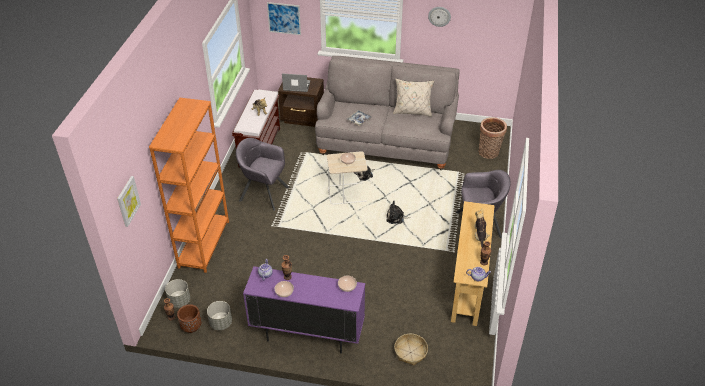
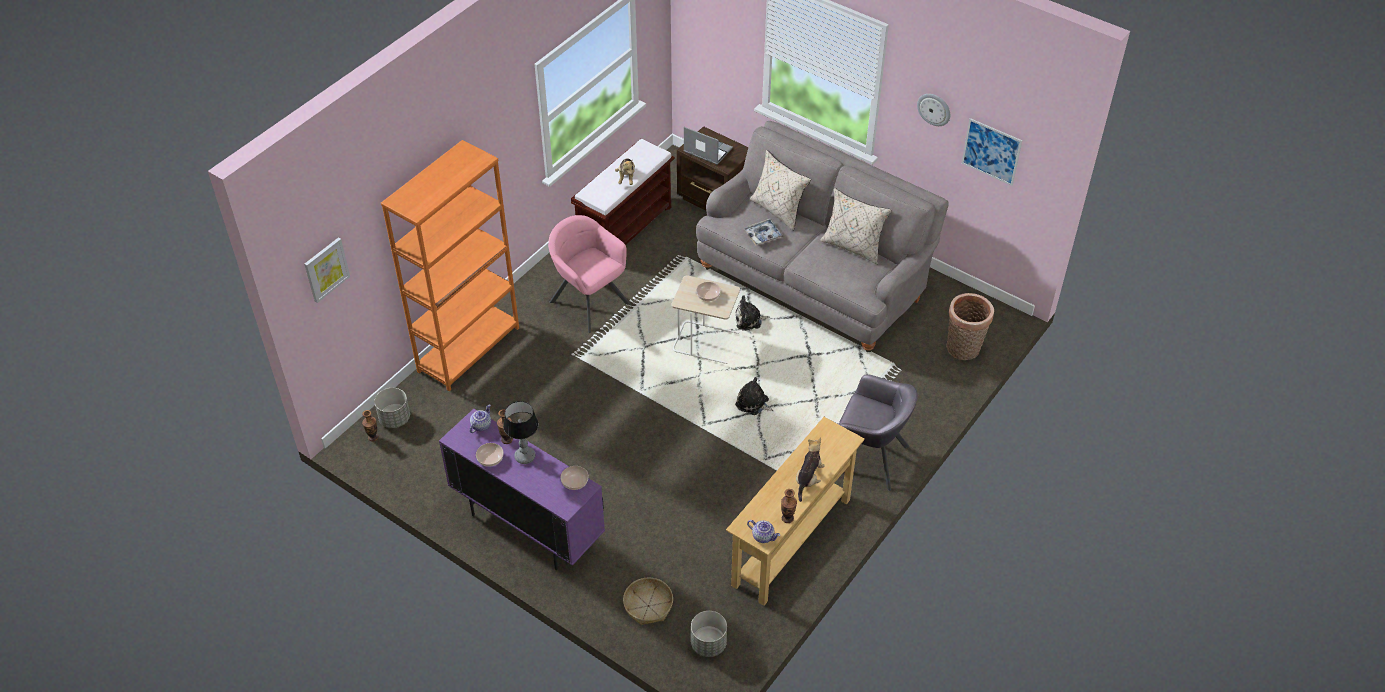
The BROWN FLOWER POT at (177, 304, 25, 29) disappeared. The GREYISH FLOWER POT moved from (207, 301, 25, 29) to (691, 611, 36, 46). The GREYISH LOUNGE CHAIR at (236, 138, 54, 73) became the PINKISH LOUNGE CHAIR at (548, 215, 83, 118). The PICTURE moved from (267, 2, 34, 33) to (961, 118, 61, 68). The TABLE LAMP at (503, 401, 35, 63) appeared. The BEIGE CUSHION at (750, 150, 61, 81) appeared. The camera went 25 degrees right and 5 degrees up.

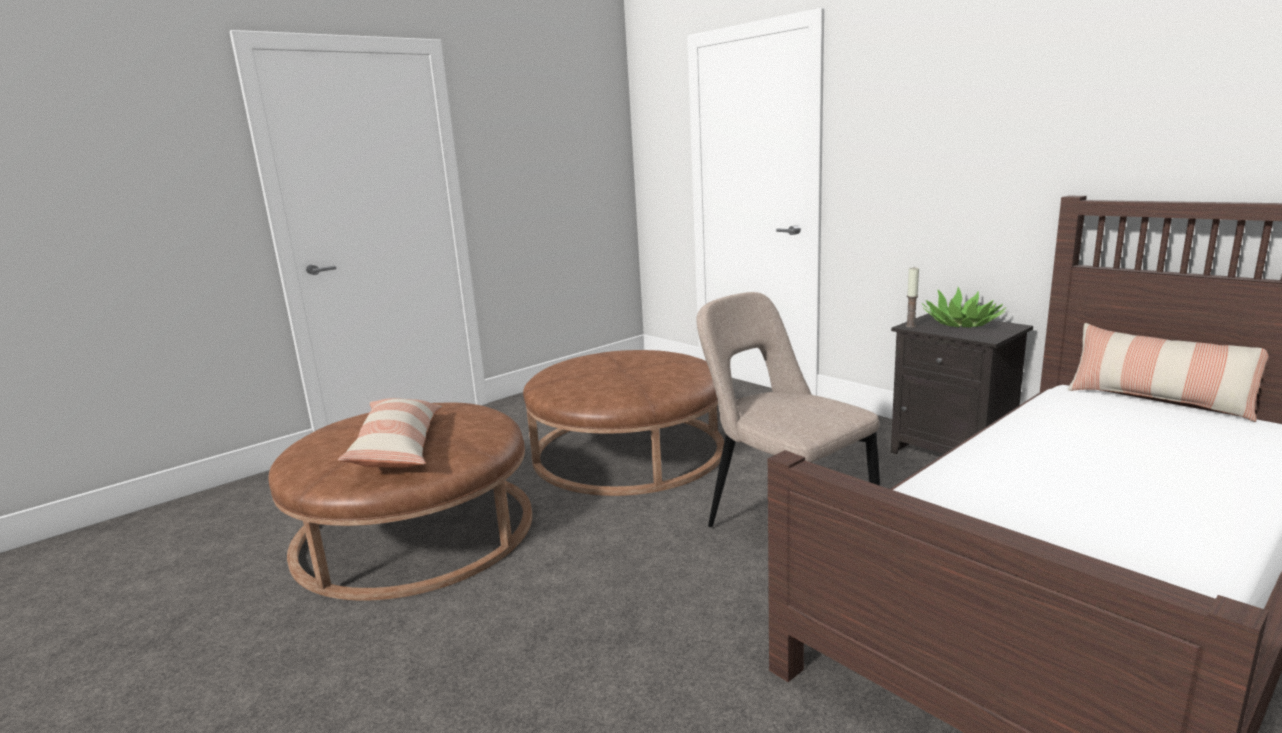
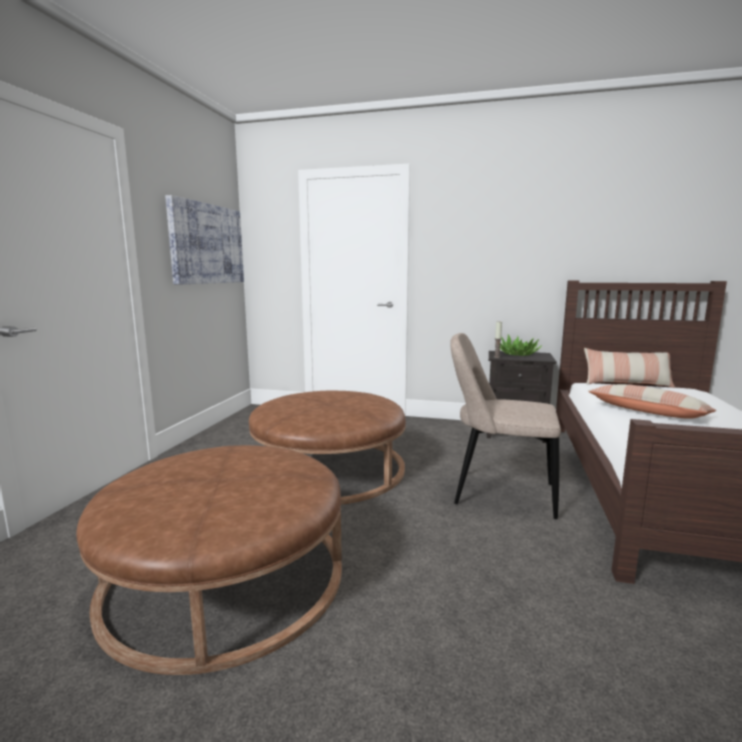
The CUSHION moved from (338, 398, 104, 70) to (588, 384, 128, 35). The PICTURE at (165, 195, 79, 89) appeared. The camera went 35 degrees left and 5 degrees down.

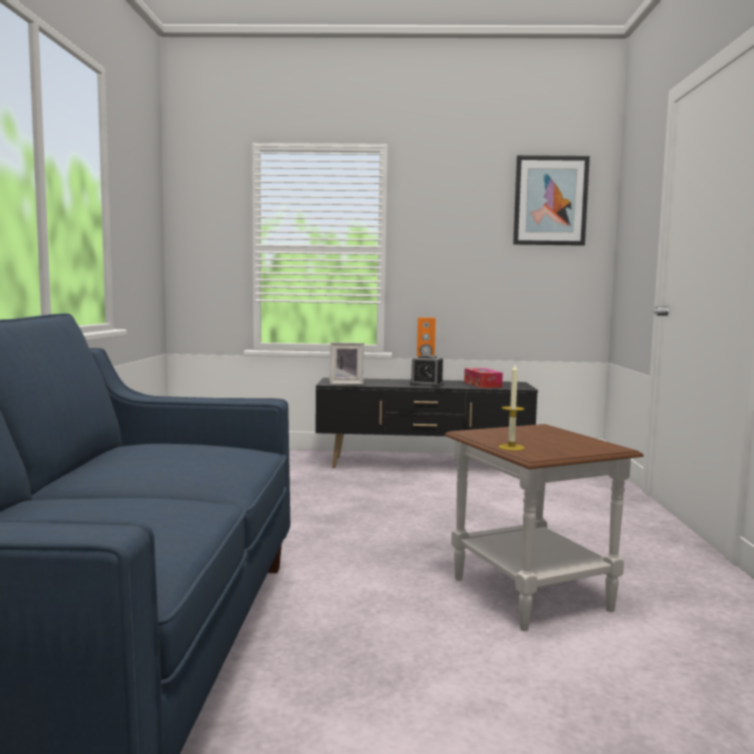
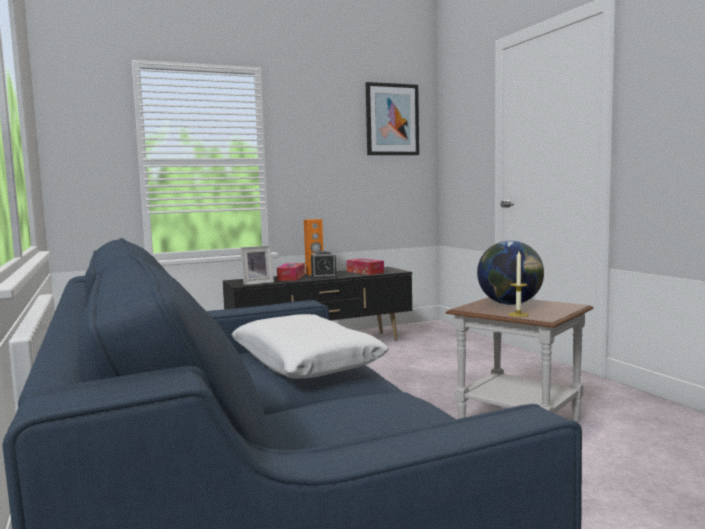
The WHITISH CUSHION at (232, 314, 157, 65) appeared. The TISSUE BOX at (277, 263, 28, 18) appeared. The DESK GLOBE at (477, 241, 67, 64) appeared. The camera went 25 degrees left and 0 degrees up.

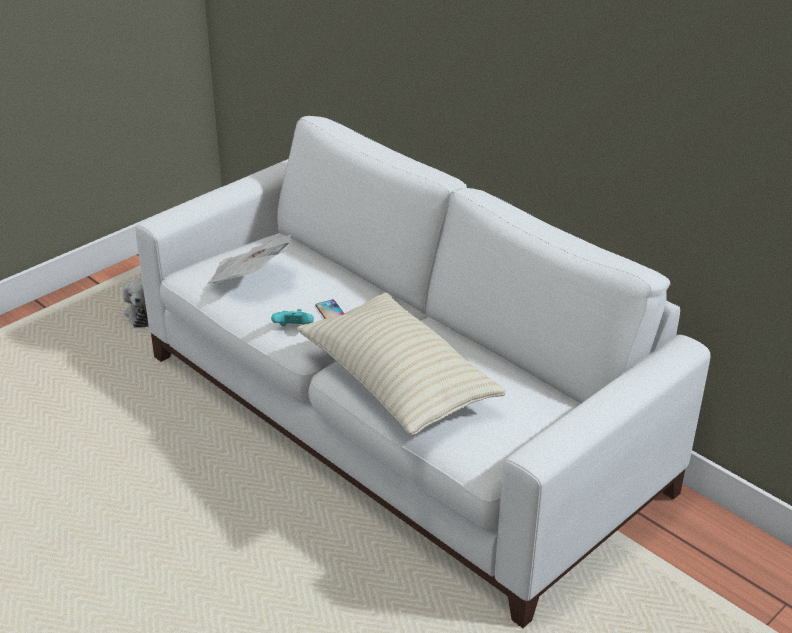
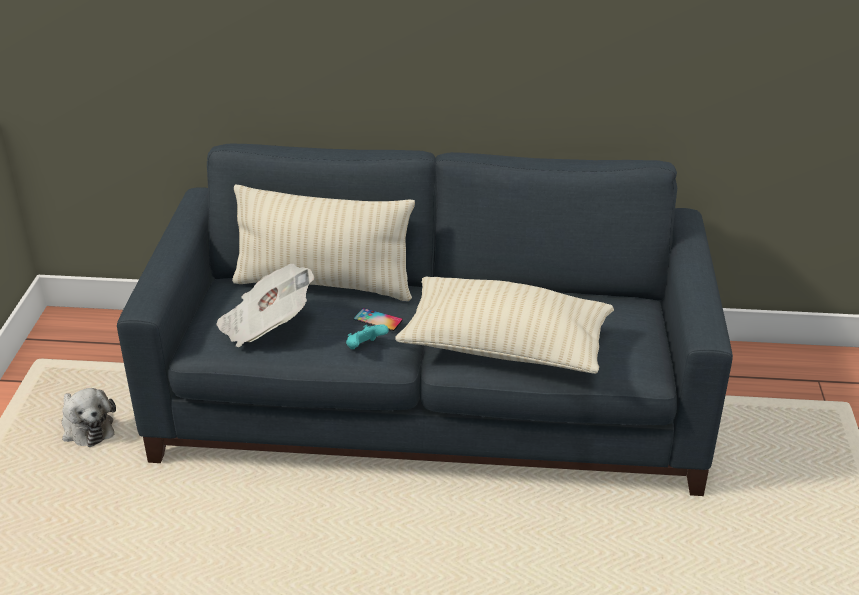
The WHITISH SOFA at (136, 116, 575, 512) became the BLUISH SOFA at (117, 144, 616, 352). The BEIGE CUSHION at (232, 184, 183, 117) appeared. The camera went 40 degrees left and 0 degrees up.

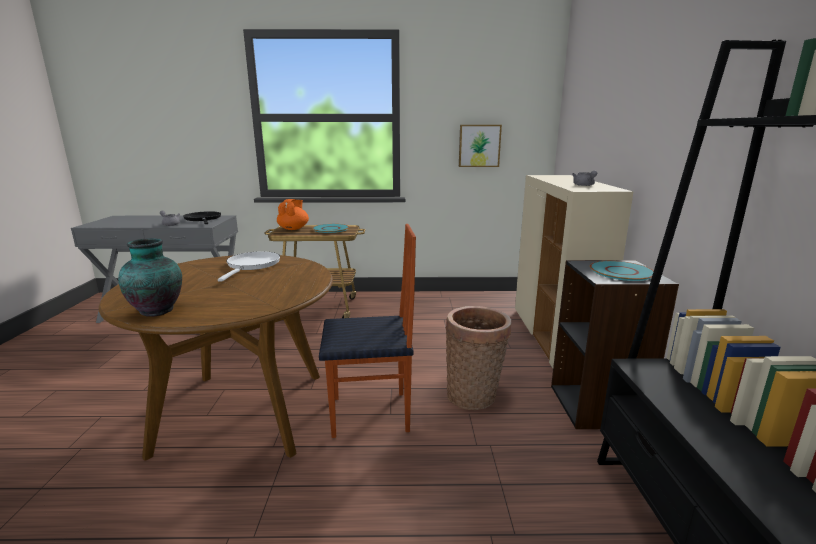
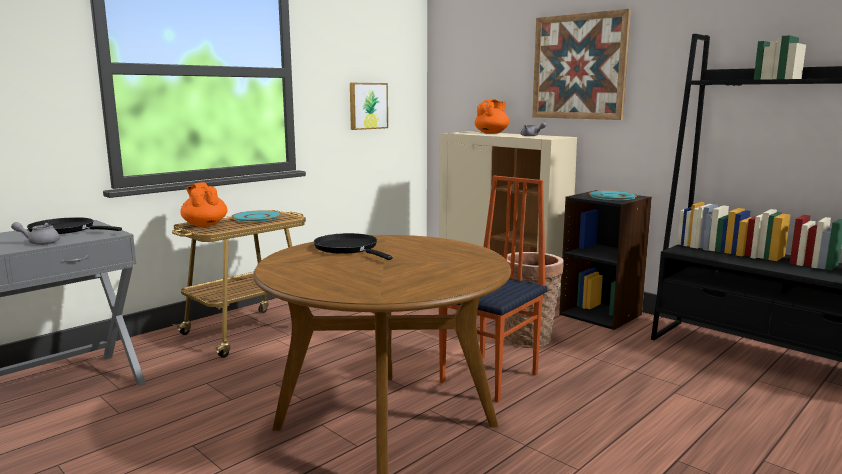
The FLOWER VASE at (118, 238, 64, 79) disappeared. The WHITISH PAN at (218, 251, 62, 31) became the BLACK PAN at (314, 233, 79, 27). The ORANGEY TEAPOT at (475, 99, 34, 35) appeared. The PICTURE at (532, 9, 99, 111) appeared. The camera went 45 degrees left and 5 degrees down.

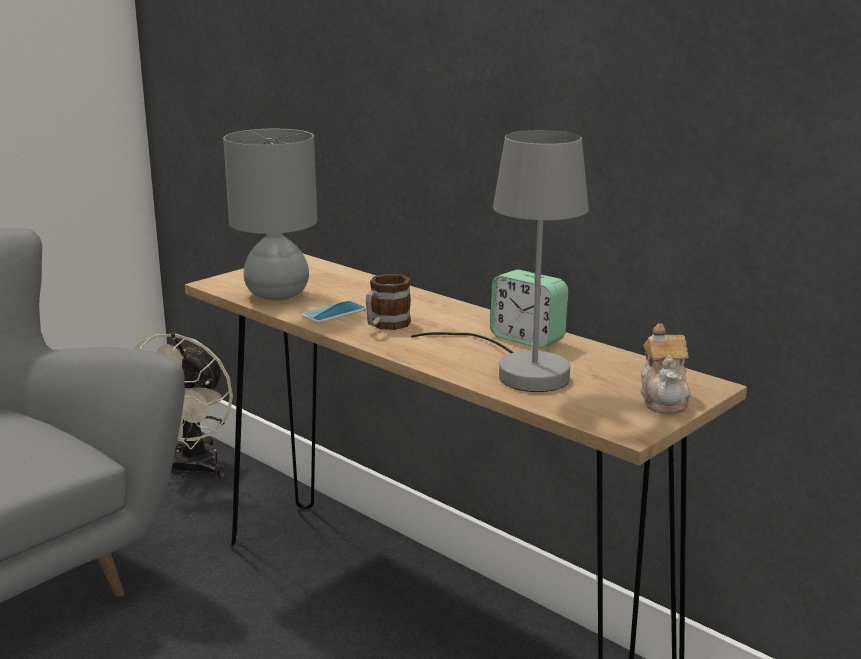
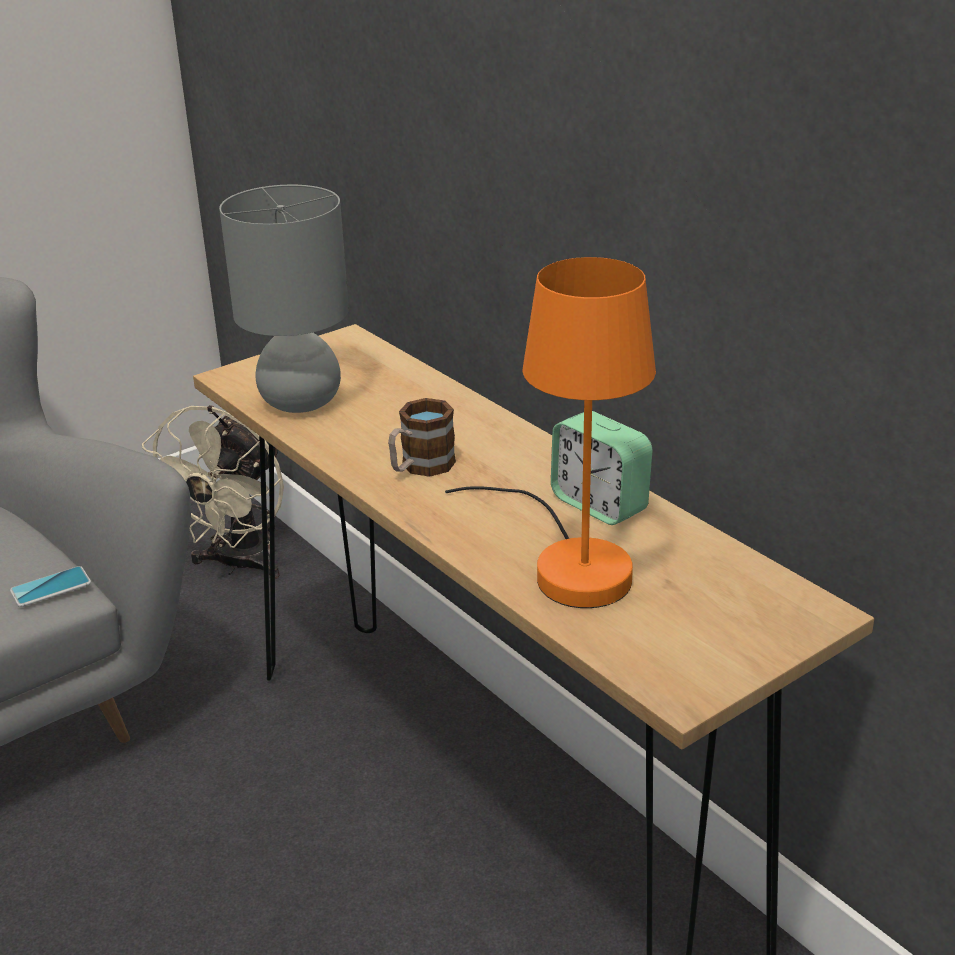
The HANDSET moved from (301, 301, 65, 22) to (10, 566, 81, 41). The GREYISH TABLE LAMP at (411, 130, 178, 262) became the ORANGEY TABLE LAMP at (445, 257, 211, 351). The TEAPOT at (640, 323, 51, 91) disappeared. The camera went 10 degrees right and 10 degrees up.

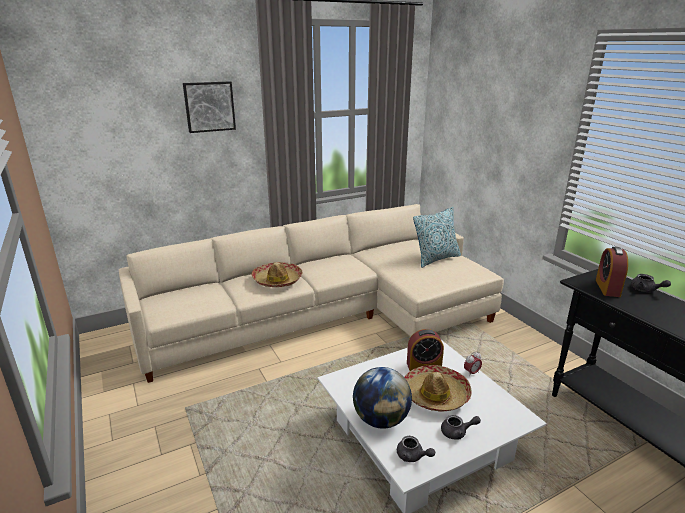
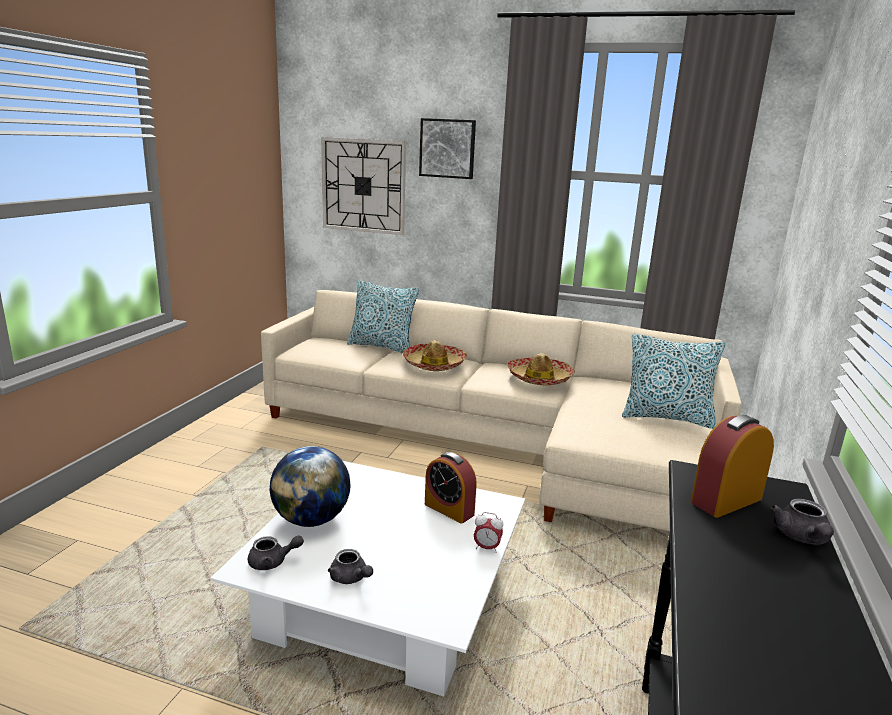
The GREYISH TEAPOT at (397, 436, 38, 26) turned 90 degrees counterclockwise. The CLOTHING HAT moved from (404, 365, 68, 47) to (507, 353, 68, 32). The WALL CLOCK at (321, 137, 85, 98) appeared. The CUSHION at (347, 280, 73, 74) appeared. The camera went 45 degrees right and 5 degrees down.

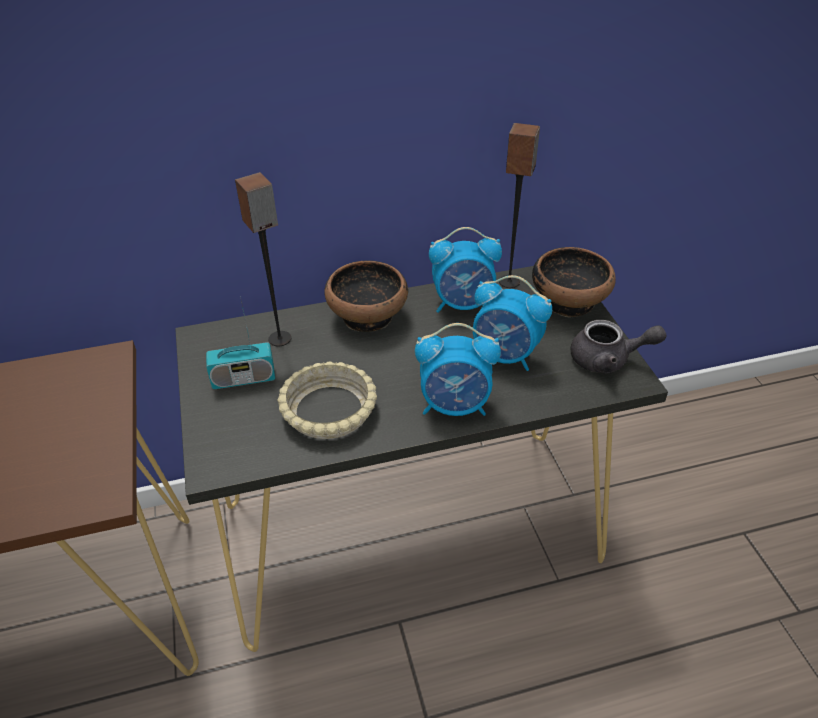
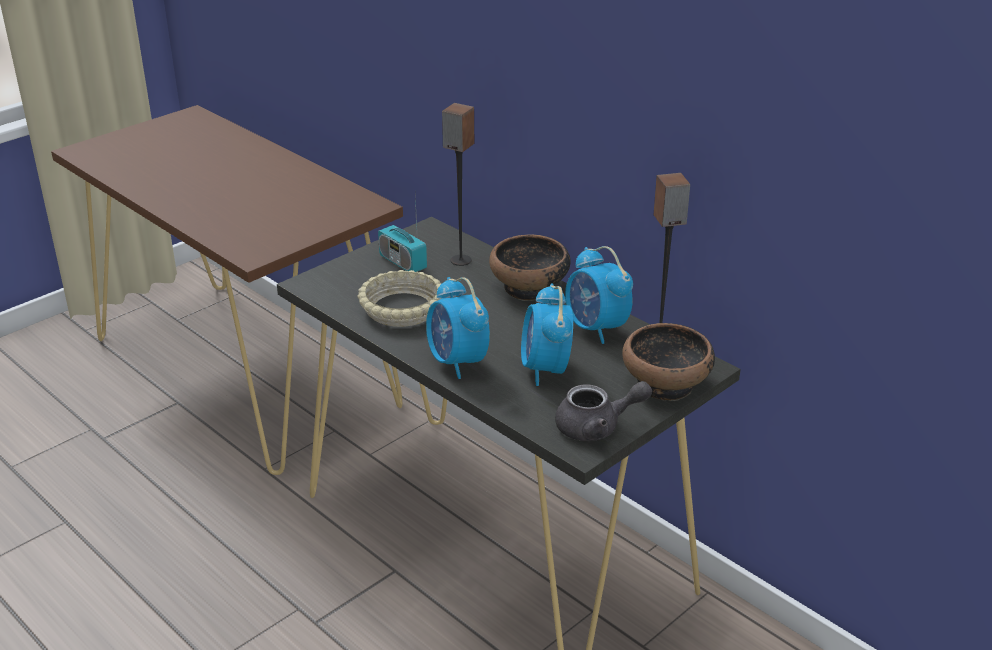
The GREYISH TEAPOT at (570, 320, 97, 53) turned 75 degrees counterclockwise. The camera went 60 degrees right and 10 degrees down.

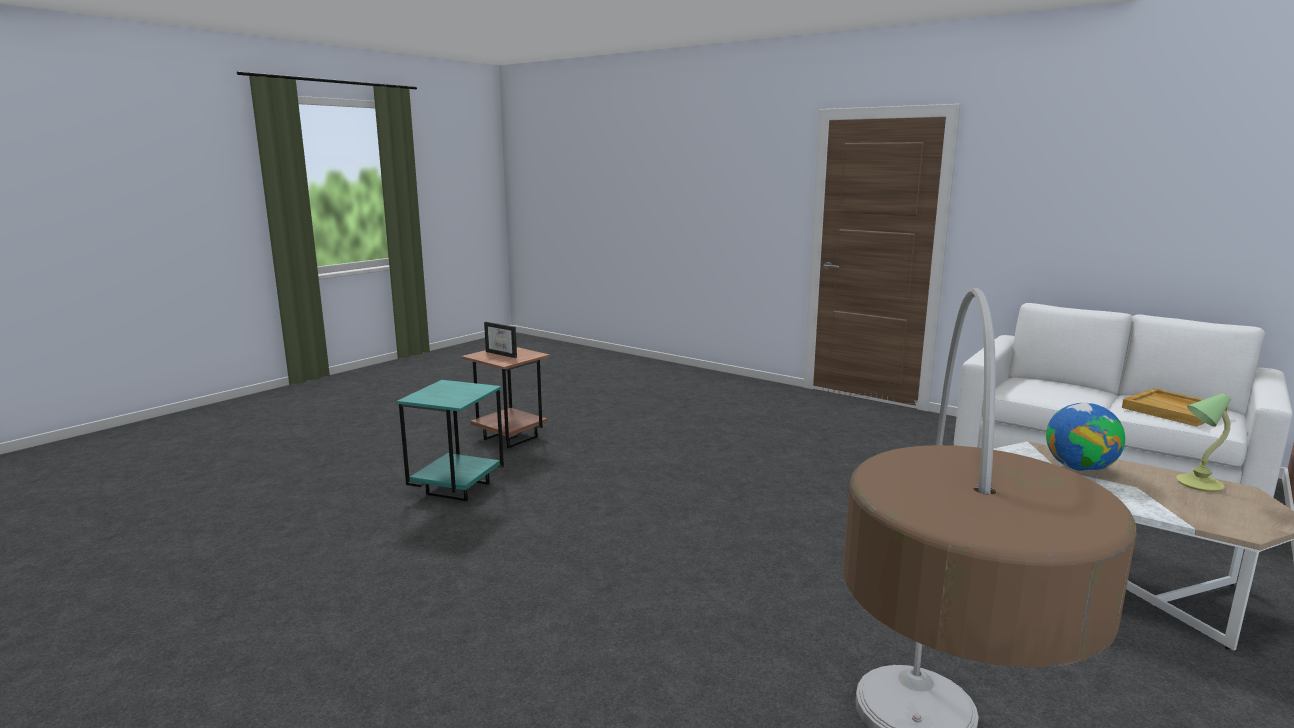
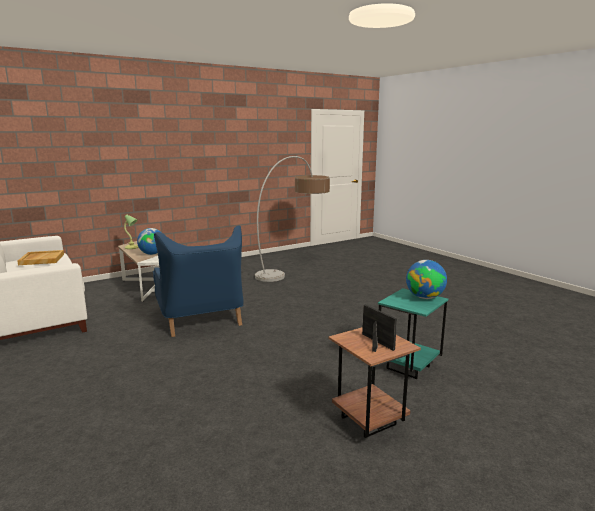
The BLUISH LOUNGE CHAIR at (153, 225, 91, 112) appeared. The DESK GLOBE at (406, 260, 41, 39) appeared. The camera went 160 degrees left and 0 degrees up.

